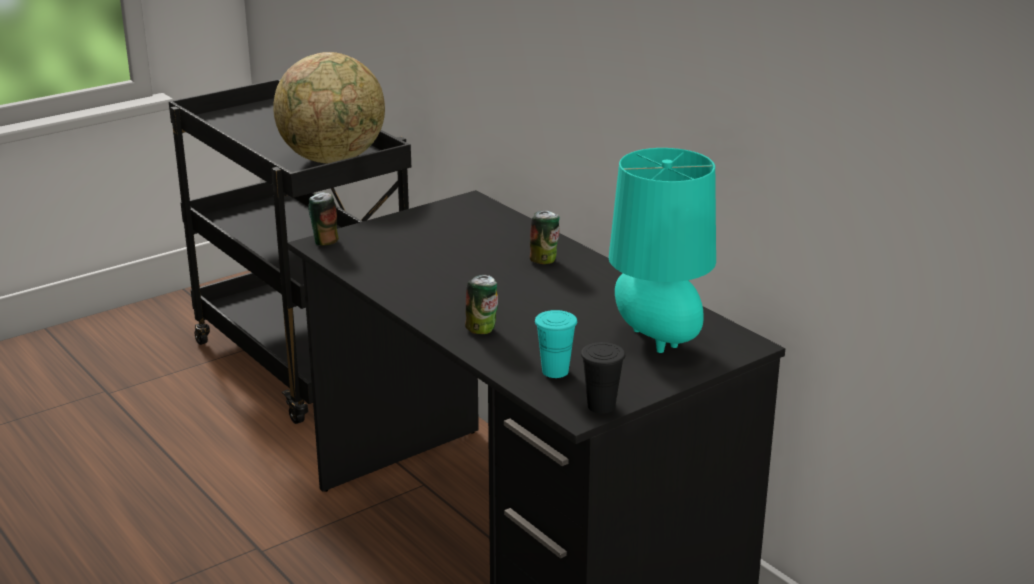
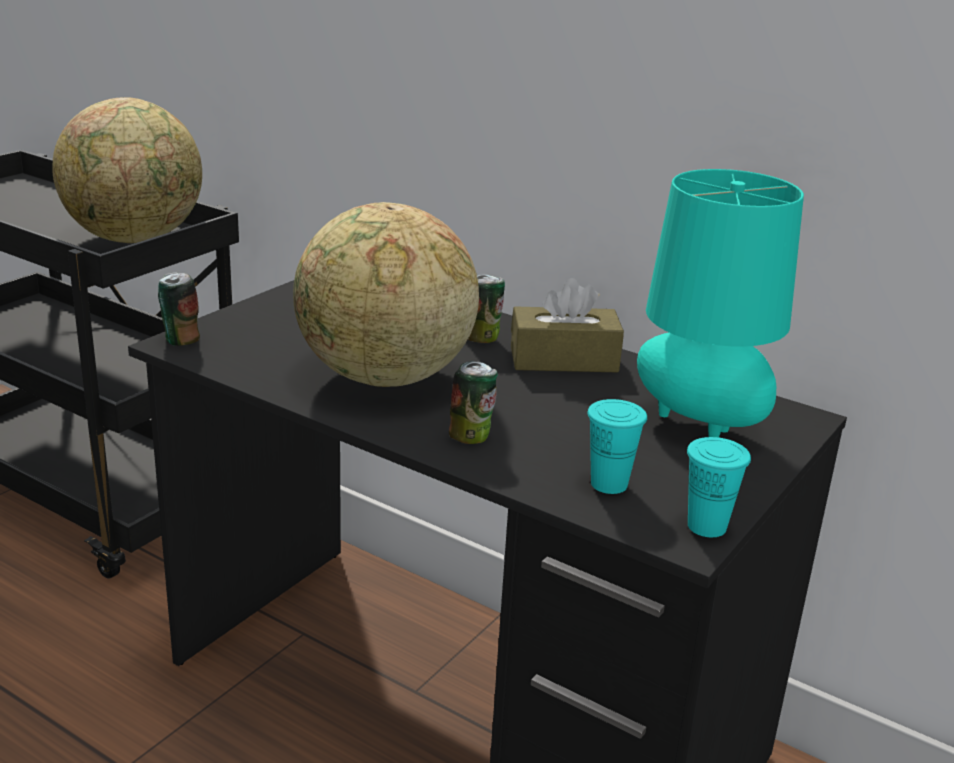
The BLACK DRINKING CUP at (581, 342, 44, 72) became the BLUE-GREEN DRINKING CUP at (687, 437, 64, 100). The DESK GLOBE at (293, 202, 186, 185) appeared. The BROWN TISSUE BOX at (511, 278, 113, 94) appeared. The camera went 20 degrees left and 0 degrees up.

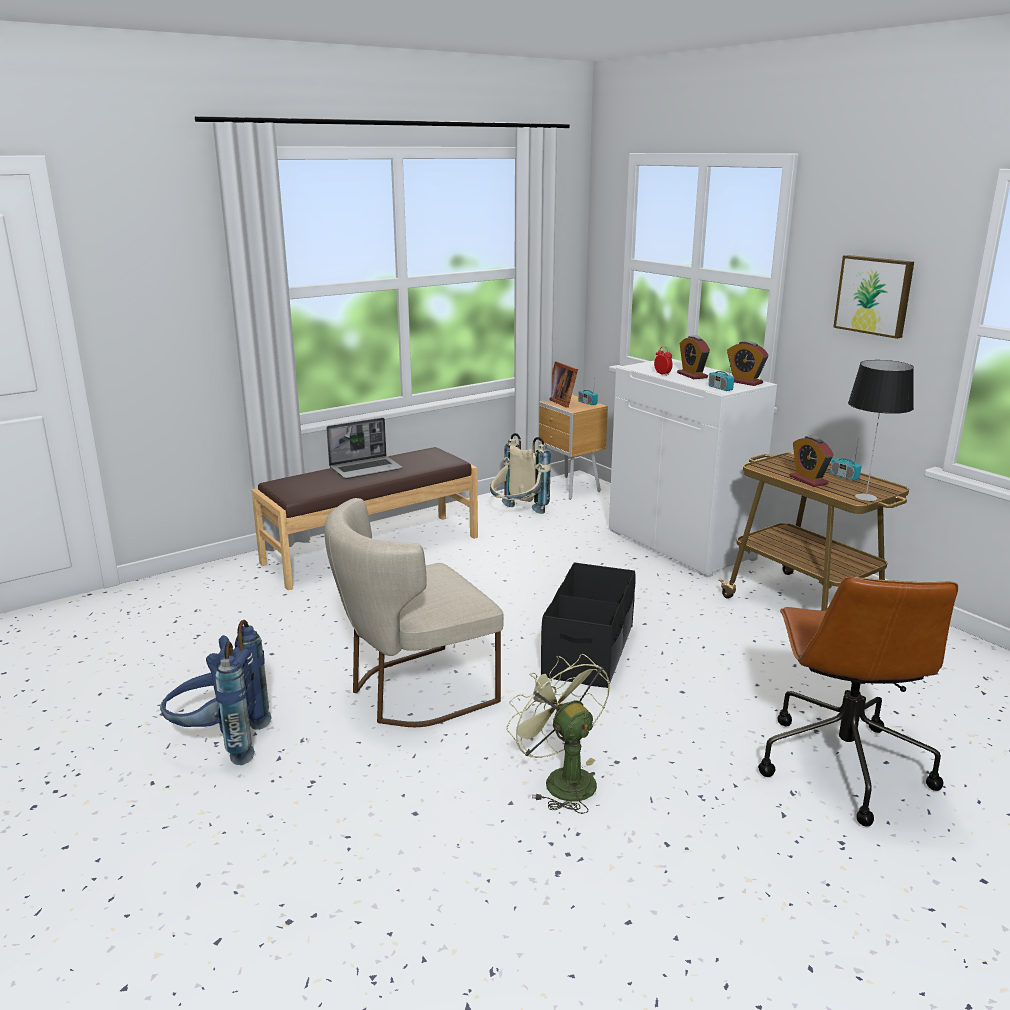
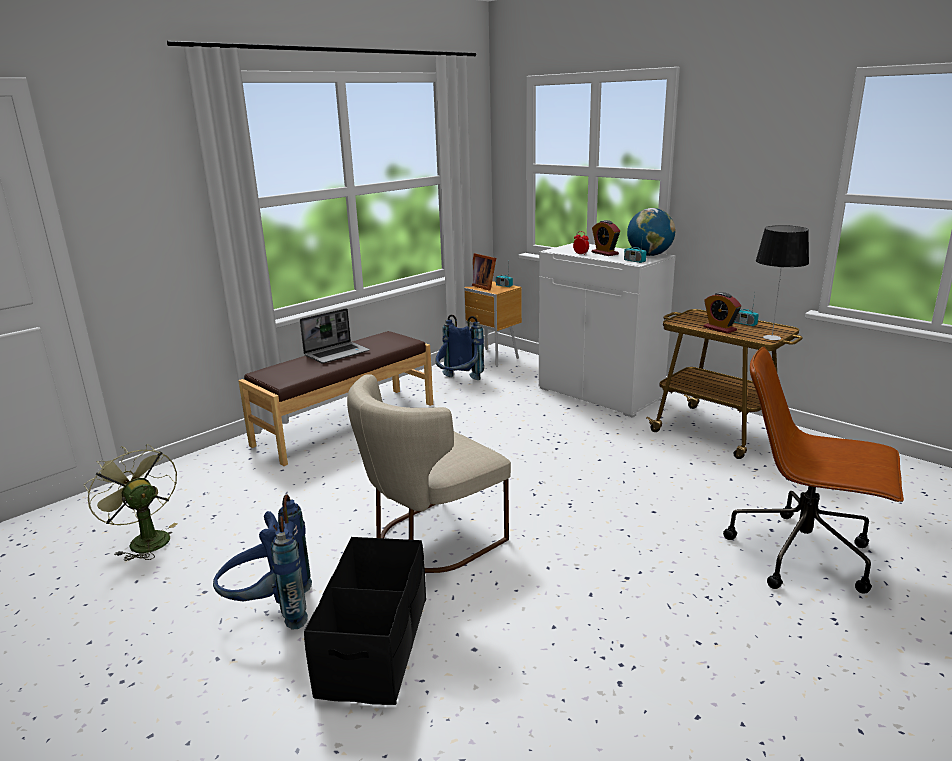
The BEIGE RUCKSACK at (490, 433, 61, 81) became the BLUISH RUCKSACK at (435, 314, 49, 66). The GREENISH FAN moved from (506, 654, 104, 160) to (84, 444, 93, 117). The BLACK STORAGE BIN moved from (541, 563, 95, 125) to (304, 537, 122, 168). The BEDSIDE CLOCK at (727, 341, 41, 45) was replaced by the DESK GLOBE at (627, 208, 48, 48). The BROWN OFFICE CHAIR at (758, 577, 200, 250) turned 120 degrees clockwise. The PICTURE at (833, 255, 81, 84) disappeared. The camera went 10 degrees left and 0 degrees up.

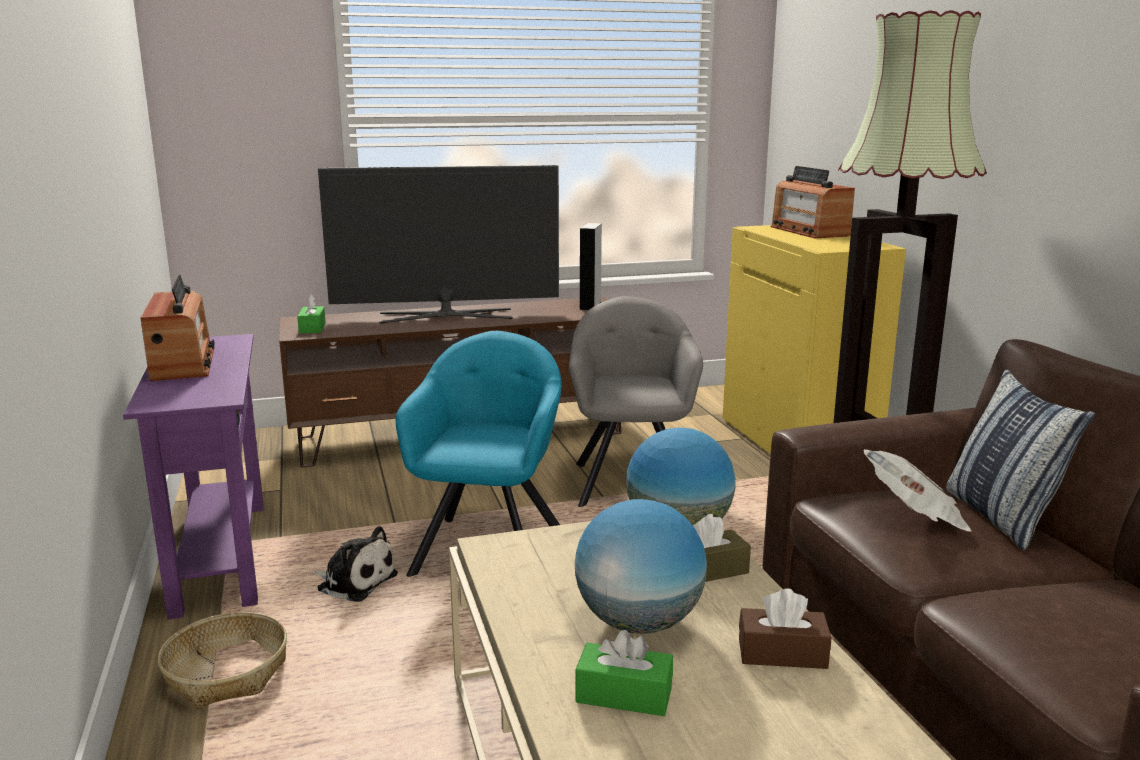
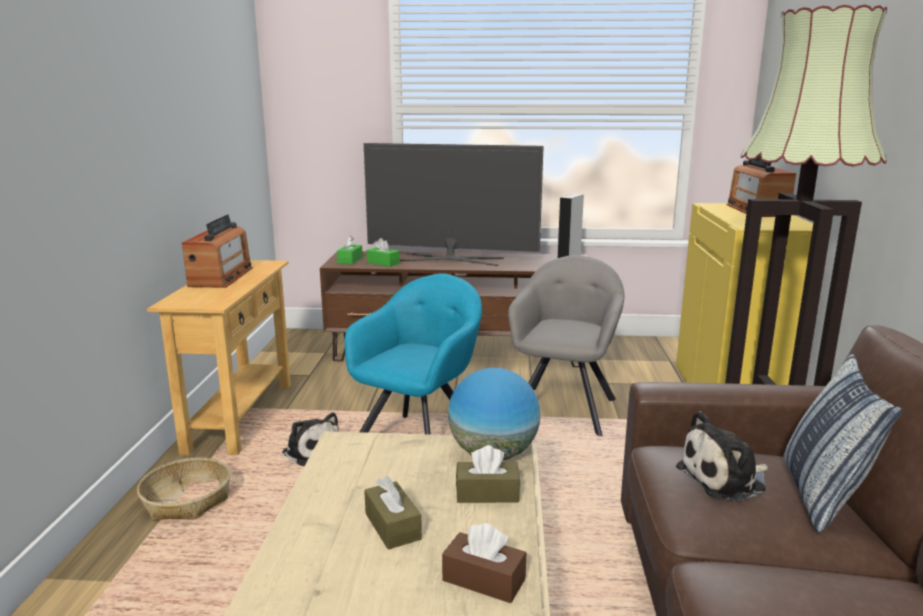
The PURPLISH NARROW TABLE at (123, 334, 141, 285) became the BEIGE NARROW TABLE at (147, 260, 144, 195). The DESK GLOBE at (575, 499, 132, 135) was replaced by the BROWN TISSUE BOX at (364, 476, 58, 74). The GREENISH TISSUE BOX moved from (575, 630, 98, 86) to (366, 238, 34, 29). The NEWSPAPER at (863, 449, 109, 83) was replaced by the CUDDLY TOY at (676, 411, 92, 90). The camera went 20 degrees right and 0 degrees up.

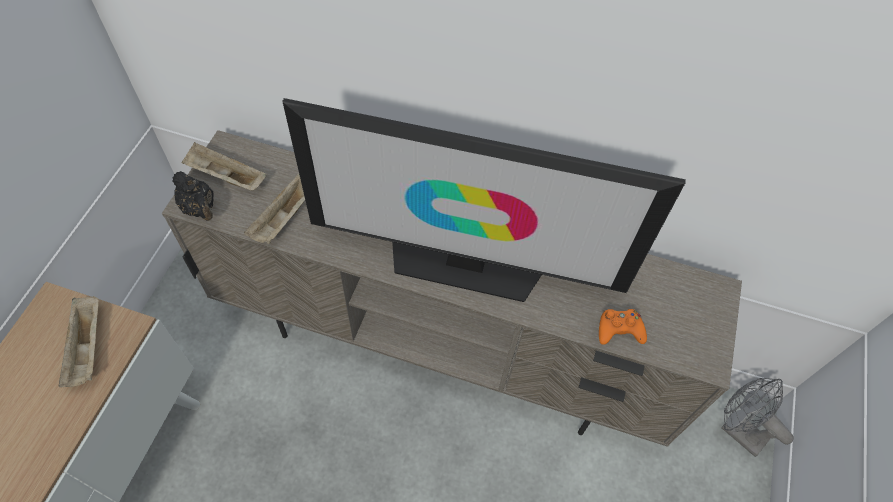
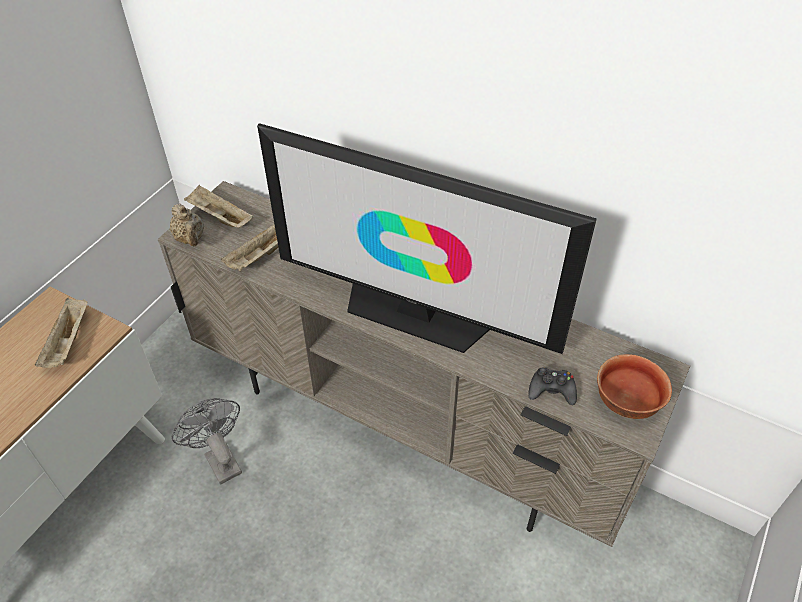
The BLACK TEAPOT at (172, 171, 42, 50) became the BEIGE TEAPOT at (170, 204, 34, 42). The ORANGEY JOYPAD at (599, 309, 48, 36) became the BLACK JOYPAD at (528, 367, 49, 38). The GREYISH FAN moved from (721, 378, 73, 79) to (172, 398, 70, 86). The BOWL at (597, 354, 75, 65) appeared. The camera went 15 degrees right and 10 degrees down.

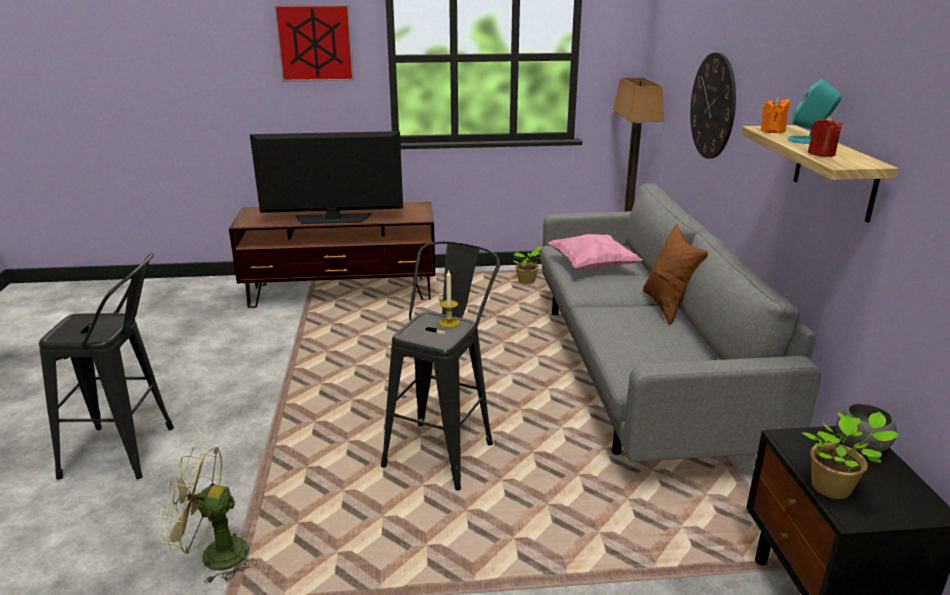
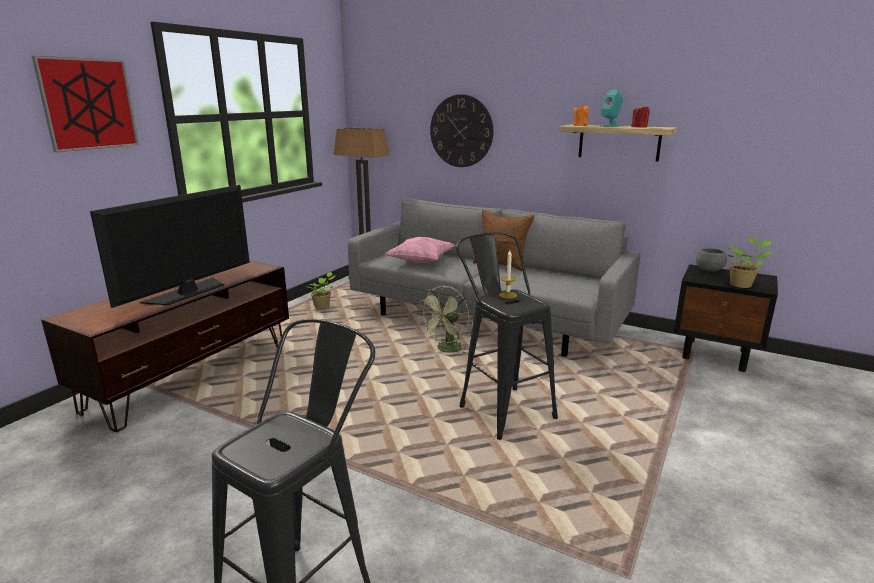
The GREENISH FAN moved from (160, 445, 97, 139) to (419, 286, 50, 68). The camera went 55 degrees left and 5 degrees down.

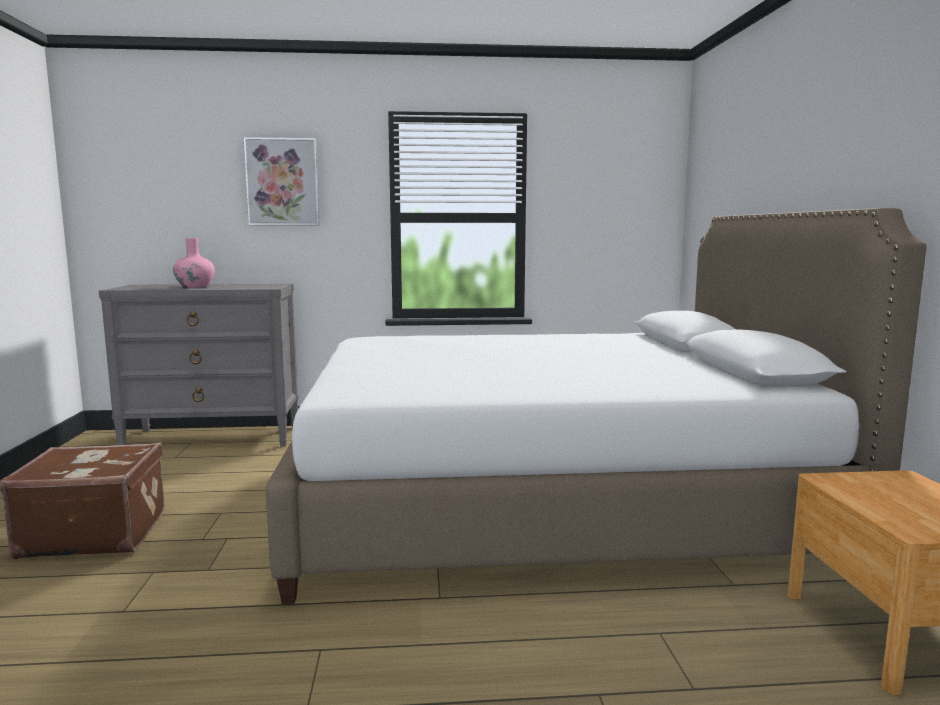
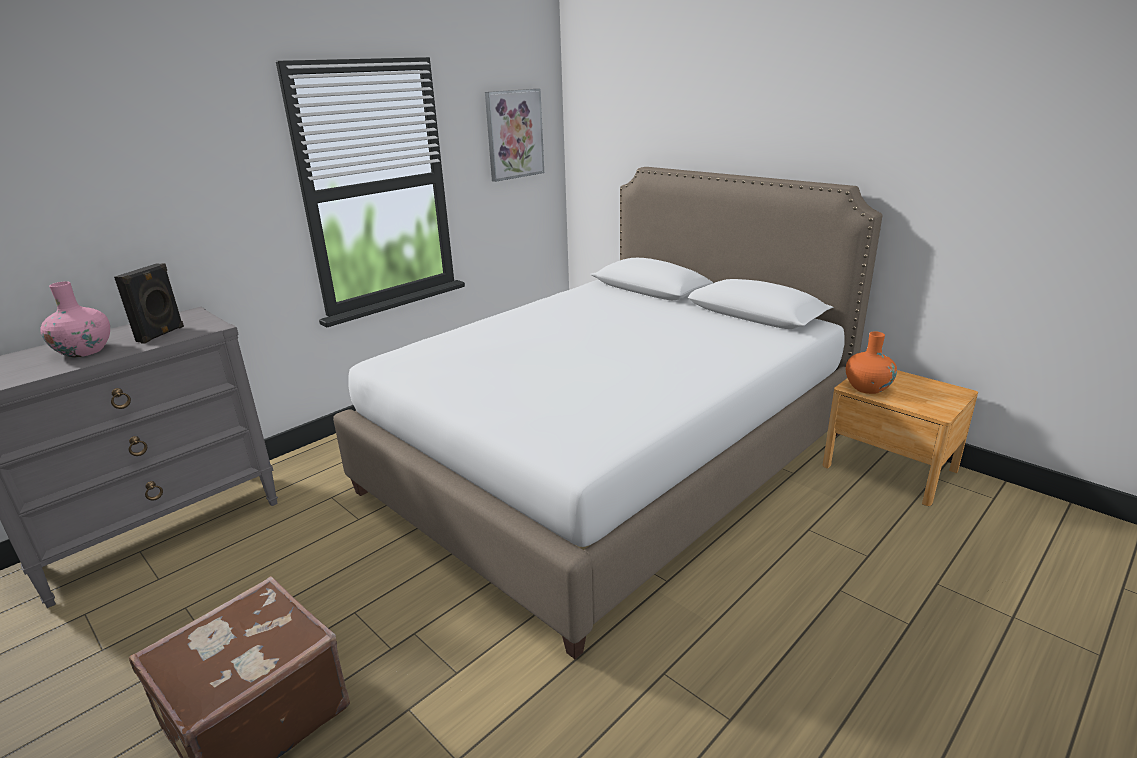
The PICTURE moved from (244, 137, 76, 88) to (485, 89, 59, 93). The BLACK AUDIO SPEAKER at (114, 263, 70, 81) appeared. The ORANGEY FLOWER VASE at (846, 331, 51, 63) appeared. The camera went 40 degrees left and 15 degrees up.

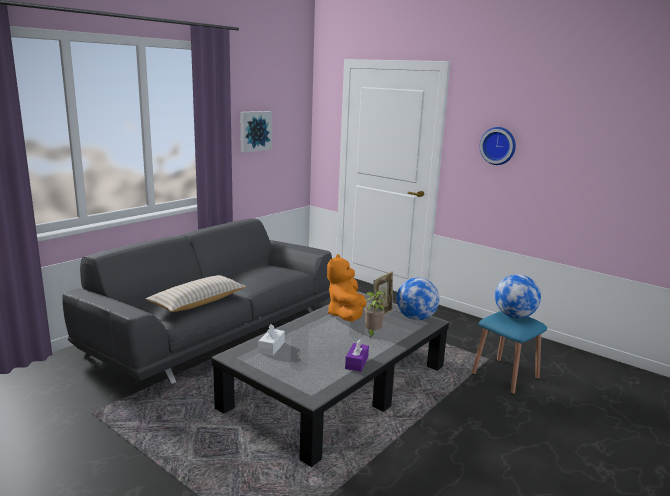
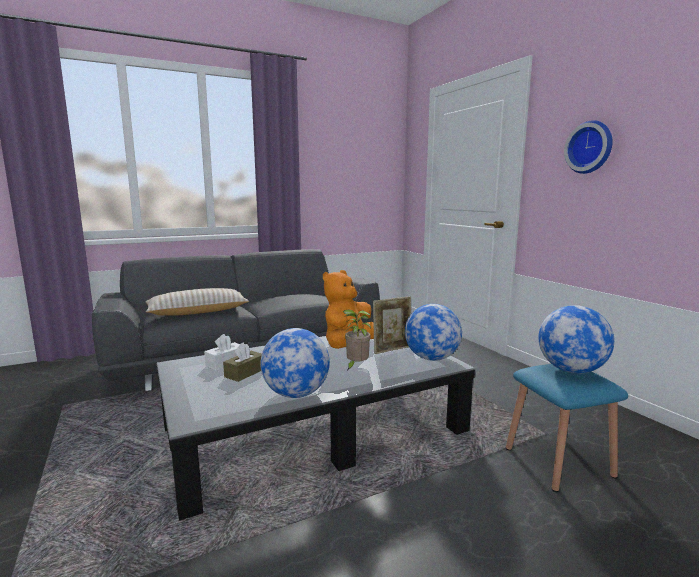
The PICTURE at (240, 111, 32, 42) disappeared. The PURPLISH TISSUE BOX at (345, 339, 24, 33) was replaced by the DESK GLOBE at (260, 328, 70, 70). The BROWN TISSUE BOX at (223, 342, 39, 40) appeared. The camera went 25 degrees right and 5 degrees down.

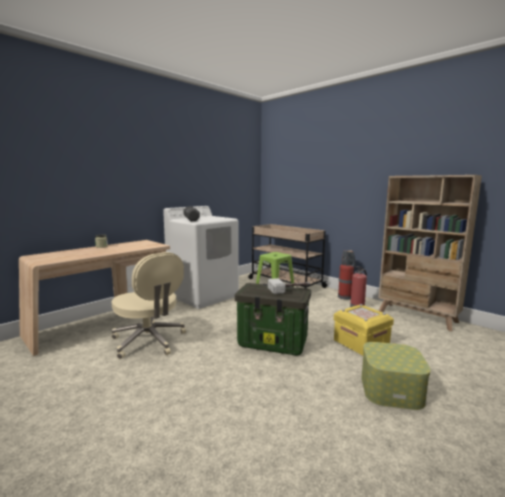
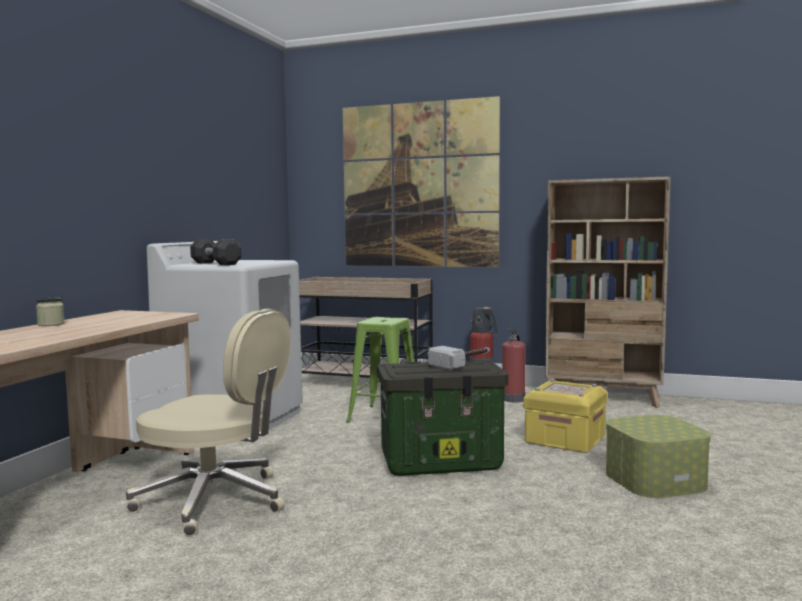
The PICTURE at (343, 96, 157, 171) appeared. The camera went 25 degrees left and 5 degrees down.

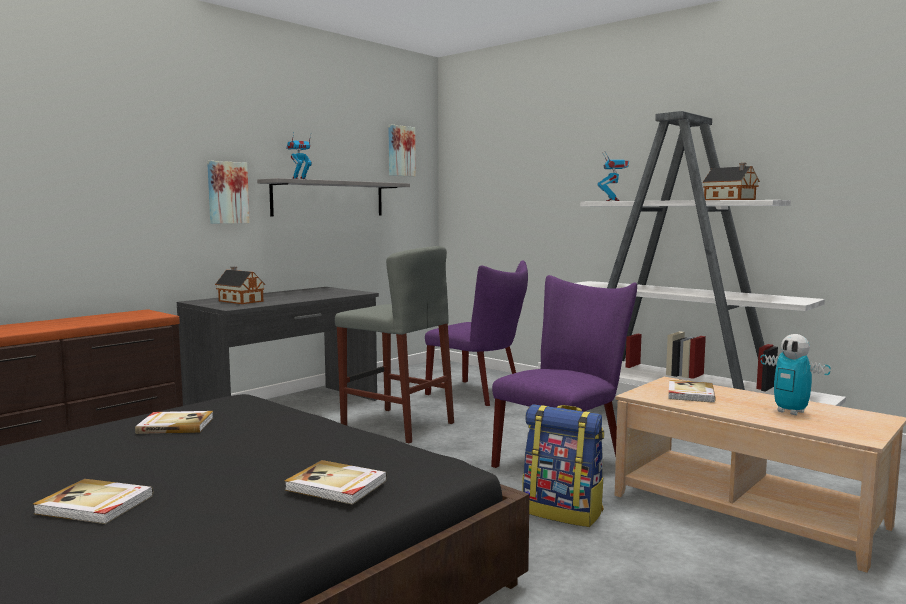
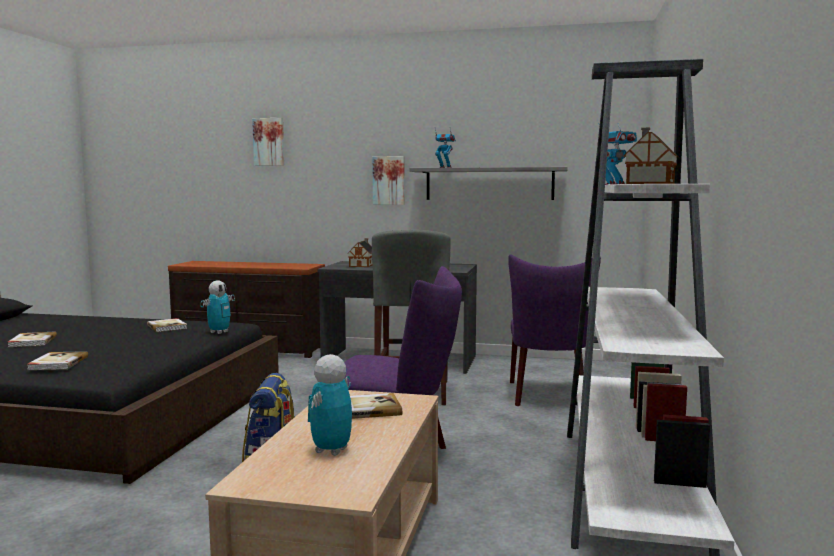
The PICTURE moved from (388, 125, 28, 52) to (252, 118, 32, 48). The MODEL ROBOT at (201, 280, 34, 54) appeared. The camera went 60 degrees right and 0 degrees up.

